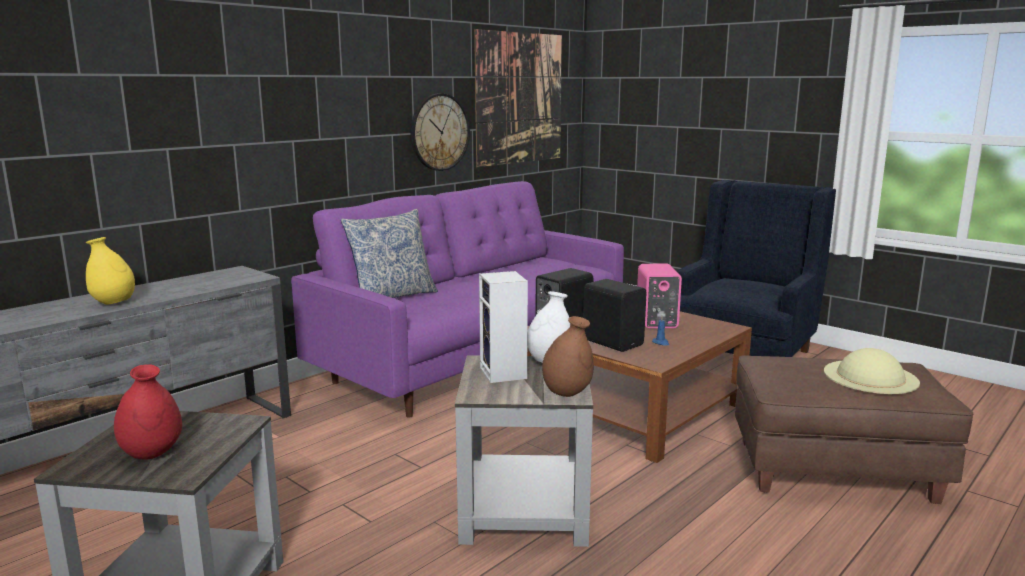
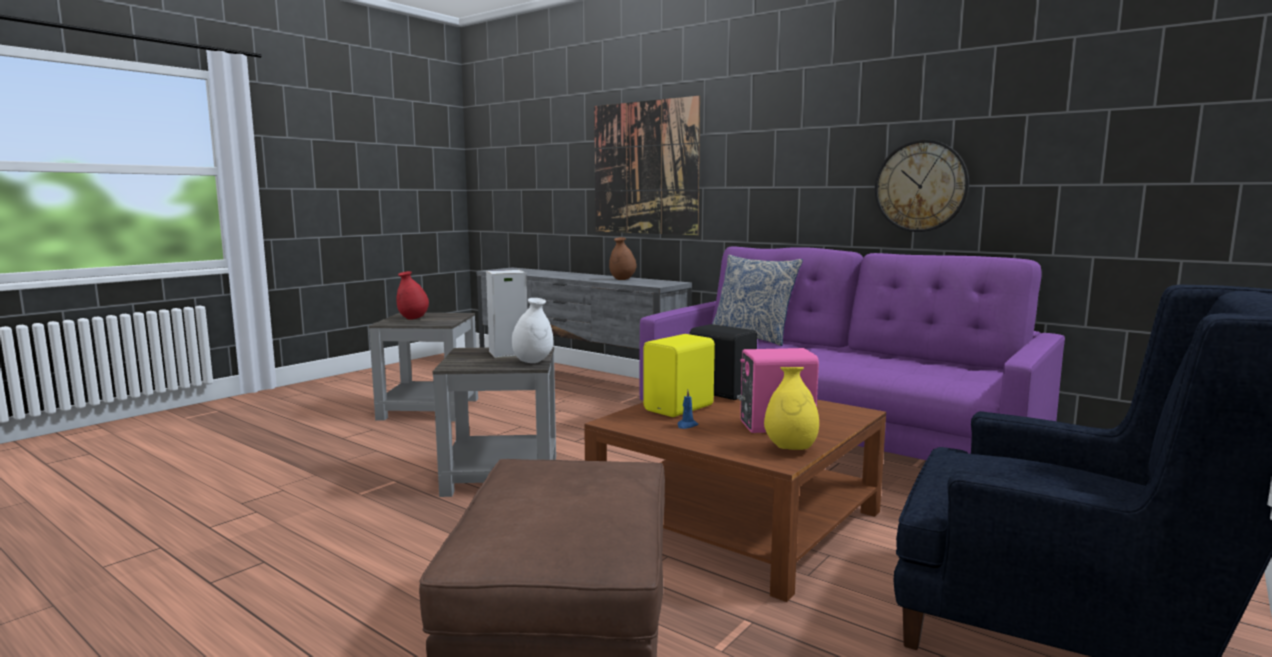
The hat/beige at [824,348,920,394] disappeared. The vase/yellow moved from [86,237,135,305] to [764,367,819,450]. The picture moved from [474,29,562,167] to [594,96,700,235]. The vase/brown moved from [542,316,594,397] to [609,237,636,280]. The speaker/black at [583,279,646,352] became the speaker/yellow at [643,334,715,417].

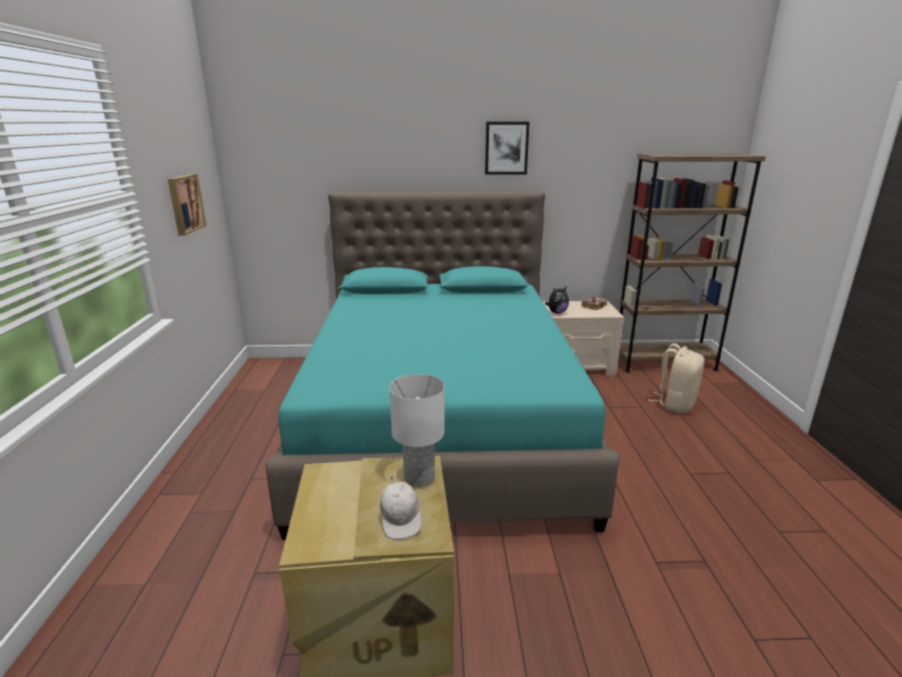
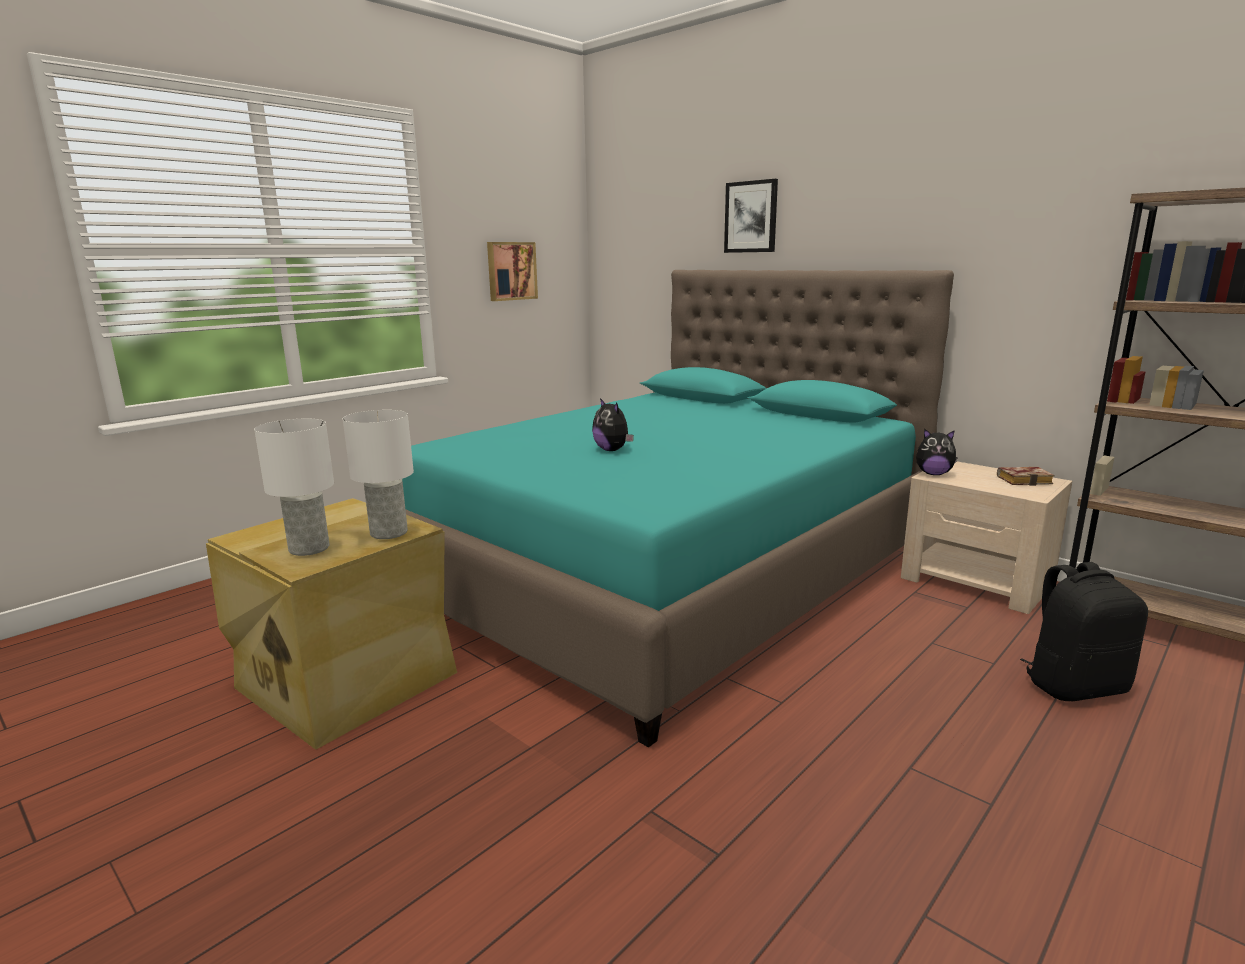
The plush toy at [592,398,634,451] appeared. The picture moved from [485,122,530,175] to [724,179,778,253]. The cap/white at [380,477,421,540] was replaced by the table lamp/white at [254,419,334,556]. The backpack/beige at [648,343,705,413] became the backpack/black at [1020,562,1148,701].

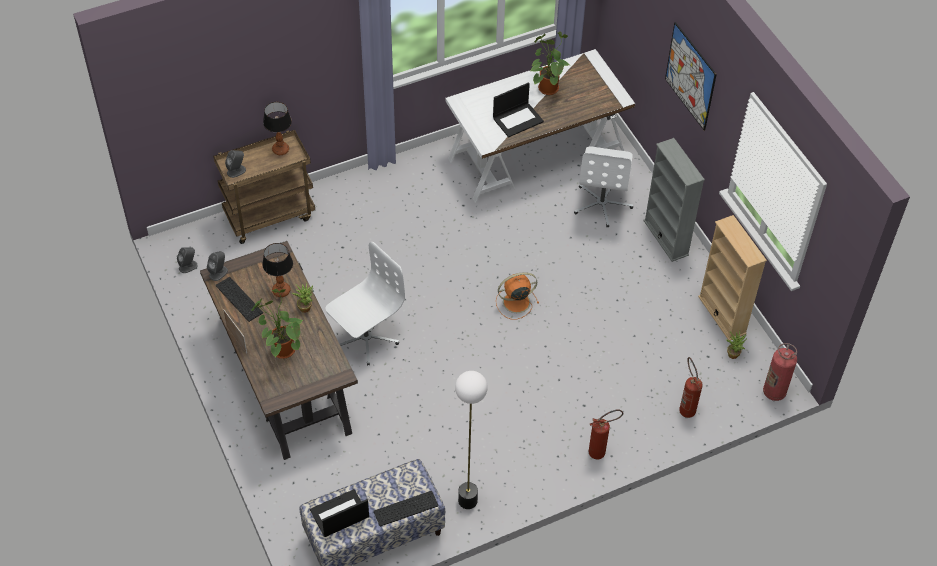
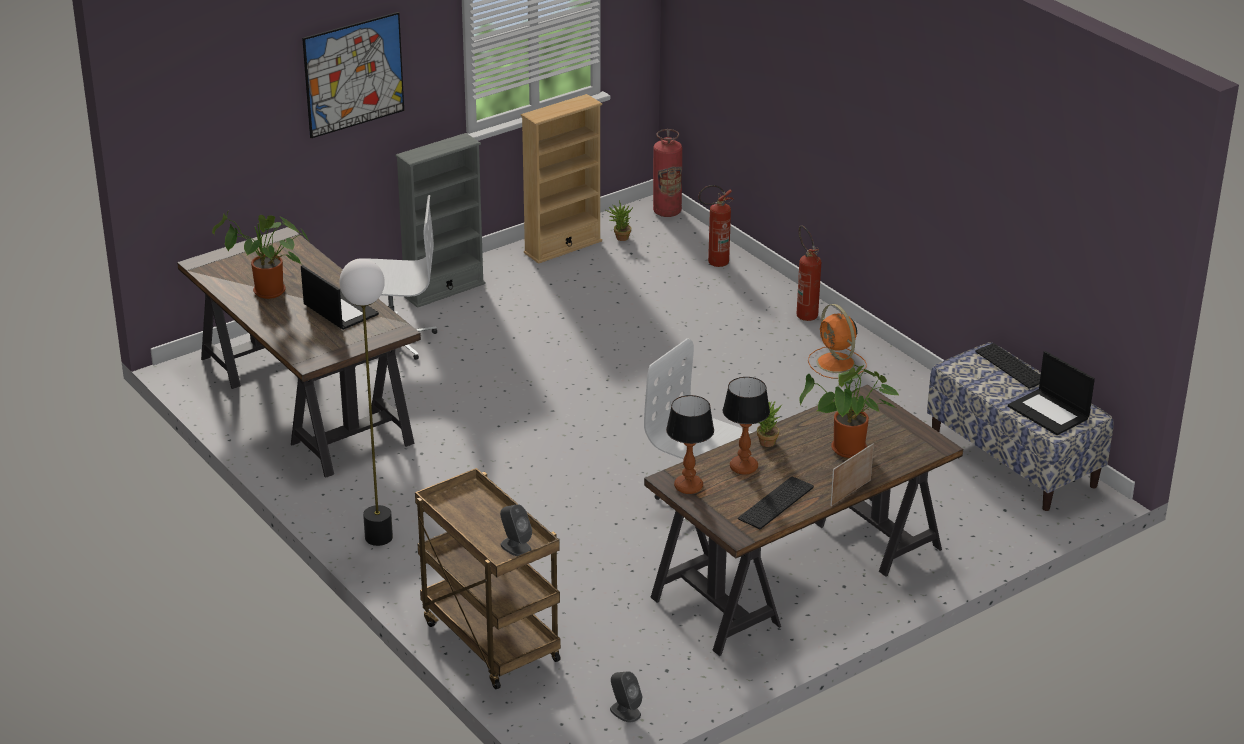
The speaker/grey at [207,251,228,281] disappeared. The table lamp moved from [263,102,292,155] to [666,395,714,494]. The floor lamp moved from [455,371,488,509] to [339,258,393,546]. The fan/orange moved from [496,272,539,320] to [808,304,867,379]. The desk/white at [445,49,635,203] became the desk/brown at [177,227,421,478].

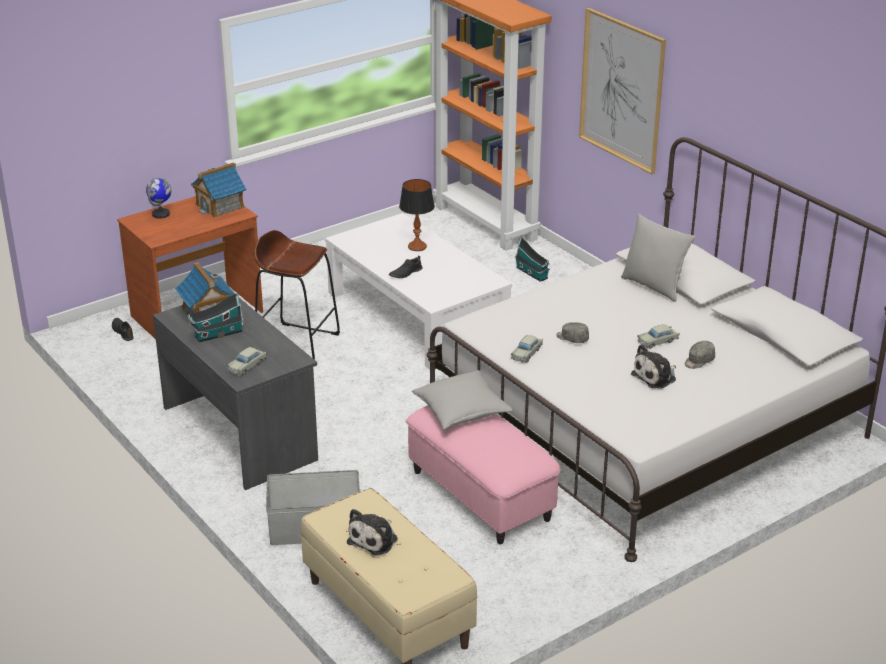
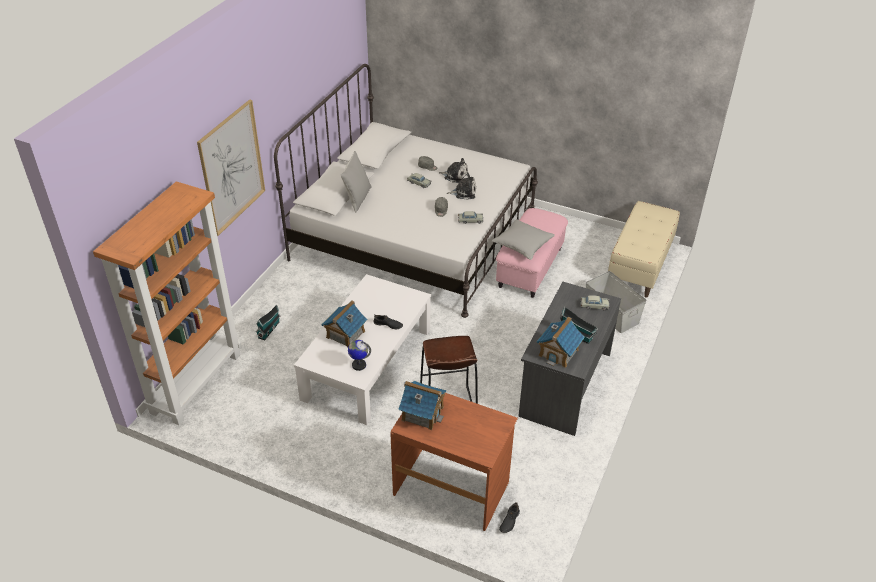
The globe moved from [146,178,171,219] to [348,340,371,371]. The plush toy moved from [347,509,398,556] to [447,173,476,200]. The table lamp at [399,179,435,251] was replaced by the toy house at [321,300,368,347].

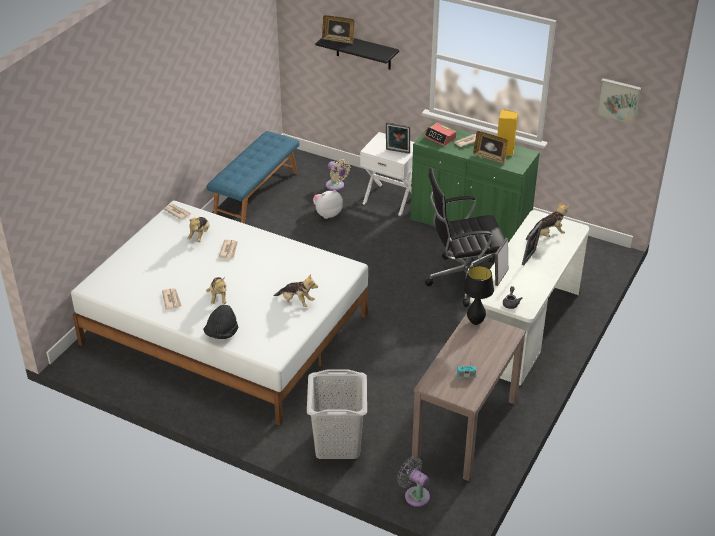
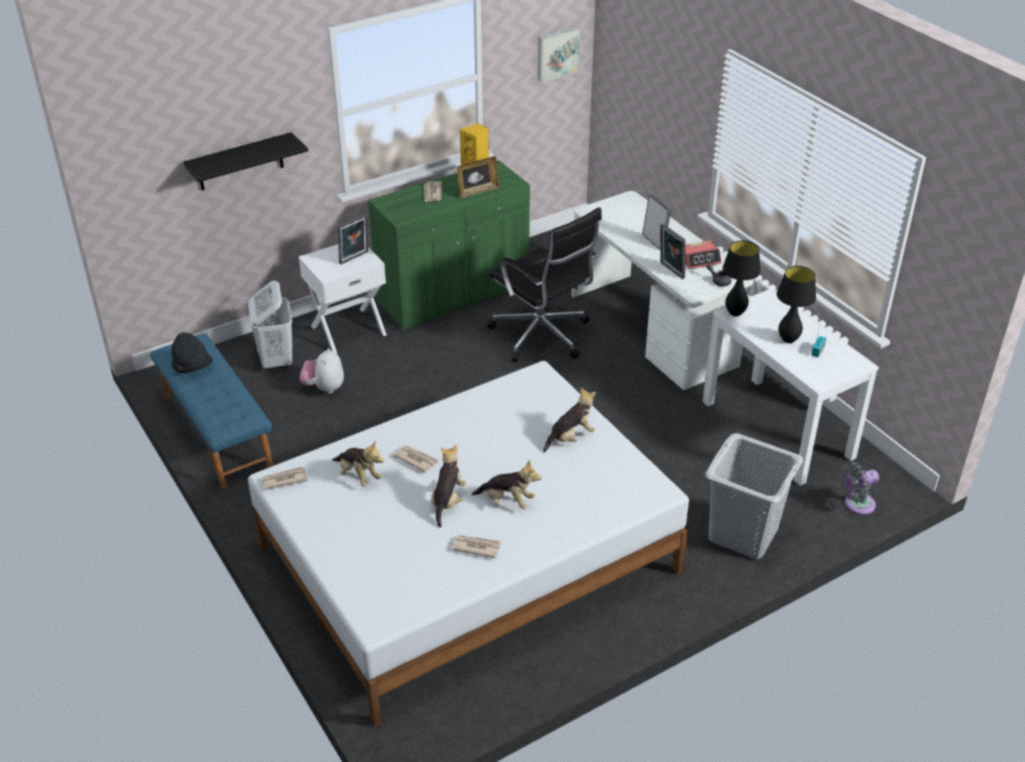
The picture frame at [322,15,354,44] disappeared. The table lamp/black at [777,266,816,343] appeared. The hat/black moved from [203,305,238,339] to [171,333,212,373]. The alarm clock moved from [424,123,456,146] to [685,240,721,269]. The plush toy moved from [526,202,569,240] to [431,444,466,528]. The fan/beige at [326,159,350,190] was replaced by the laundry basket/white at [248,280,293,370]. The console table/brown at [412,313,526,481] became the console table/white at [703,289,879,486]. The office chair/black at [425,168,505,307] turned 60 degrees counterclockwise.

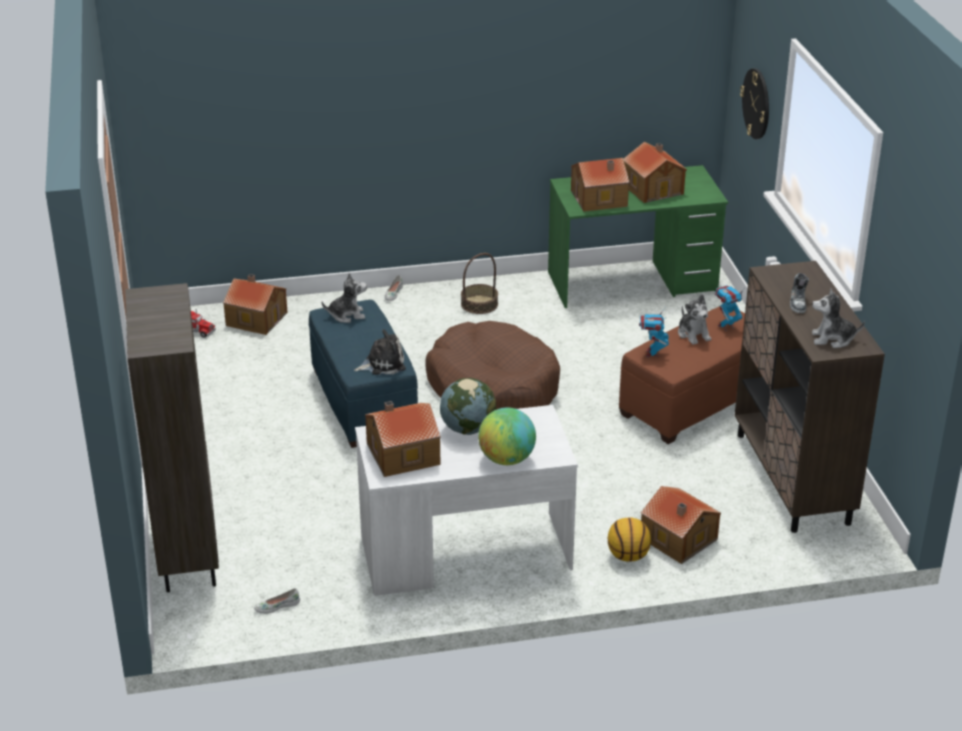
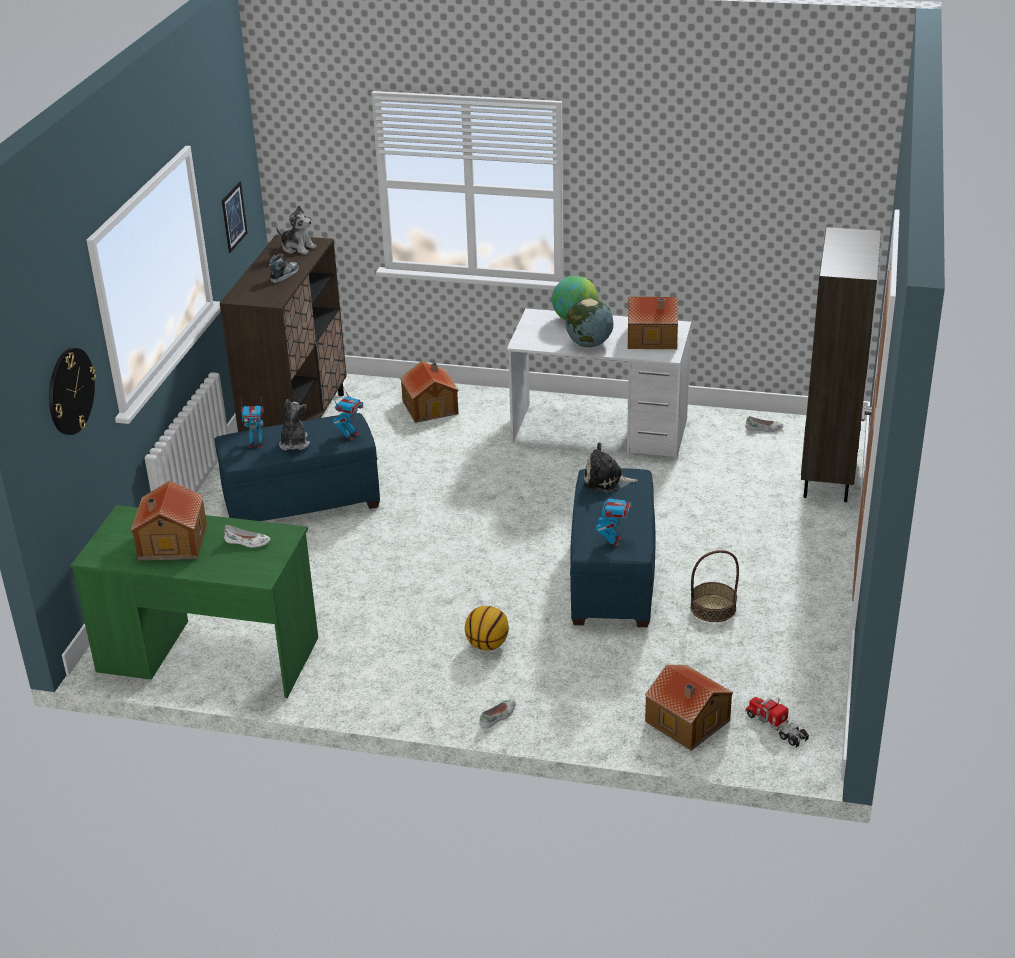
The dog bed/brown at [425,321,560,410] disappeared. The picture at [222,181,248,253] appeared. The basket moved from [461,253,498,314] to [690,550,739,622]. The basketball moved from [608,518,651,562] to [465,606,509,650]. The plush toy at [322,272,367,323] was replaced by the toy robot at [596,489,632,547]. The toy house at [571,158,629,212] was replaced by the shoe/white at [224,525,270,547]. The ottoman/brown at [619,306,745,444] became the ottoman/blue at [214,413,380,521].

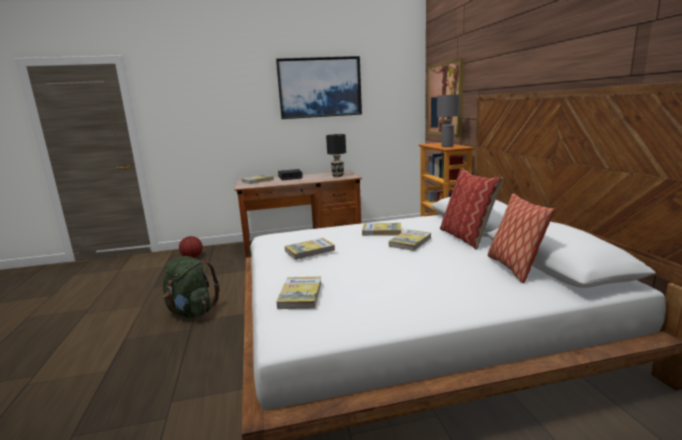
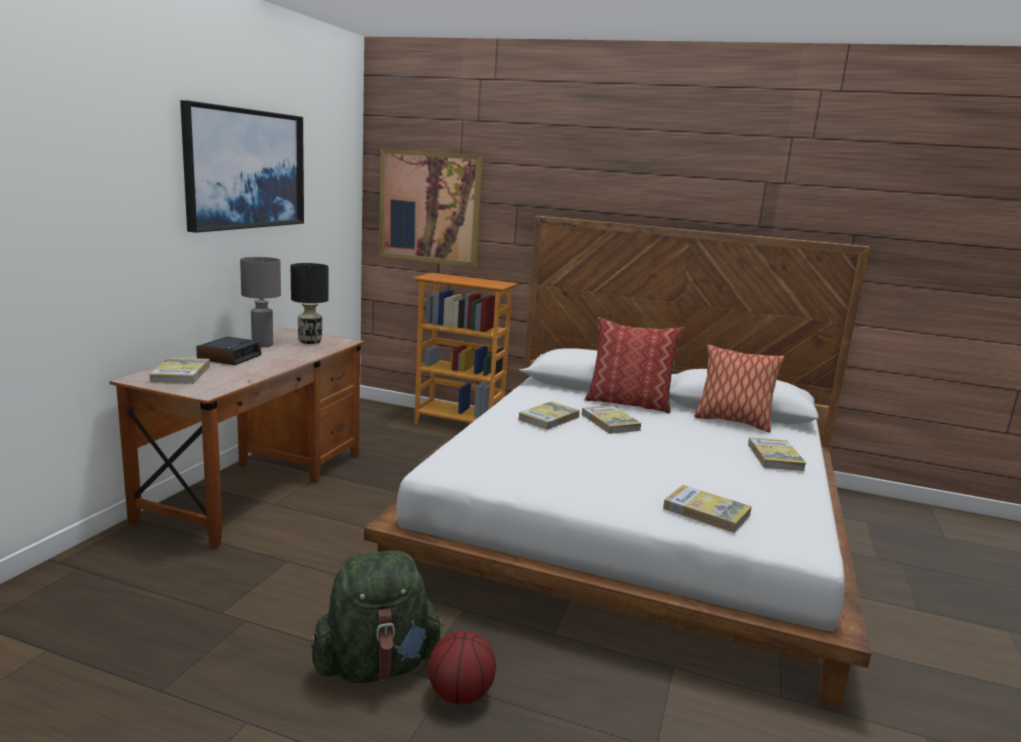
The basketball moved from [179,236,203,258] to [428,631,496,704]. The book moved from [285,238,335,260] to [748,437,806,471]. The table lamp/grey moved from [437,94,460,147] to [240,257,281,347].

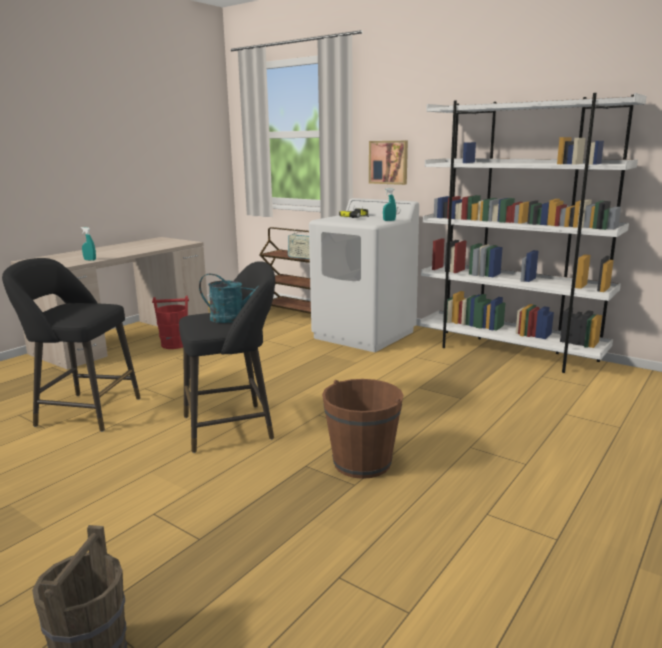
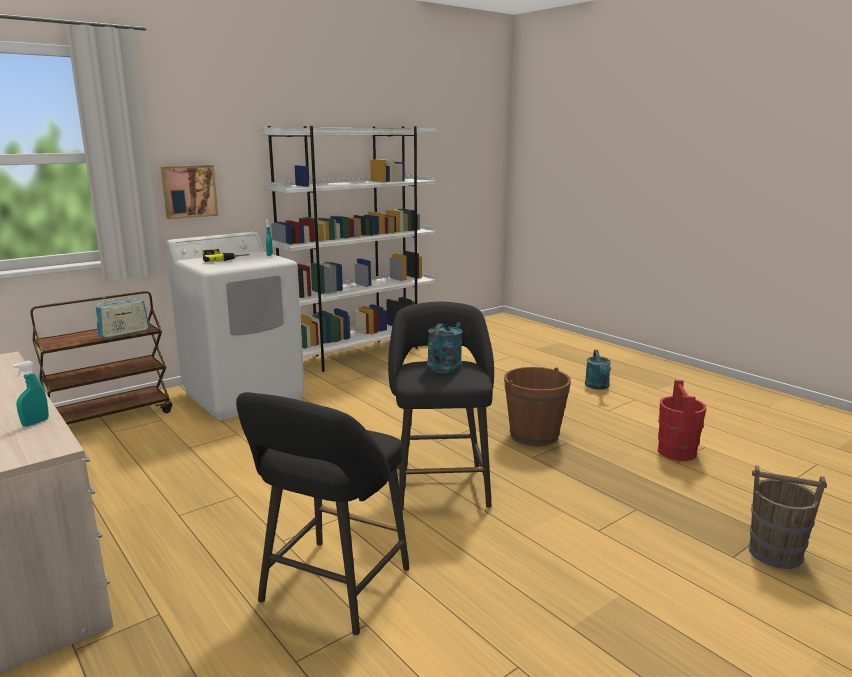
The watering can/turquoise at [585,350,611,390] appeared. The bucket/red moved from [152,296,189,349] to [658,380,706,461].

